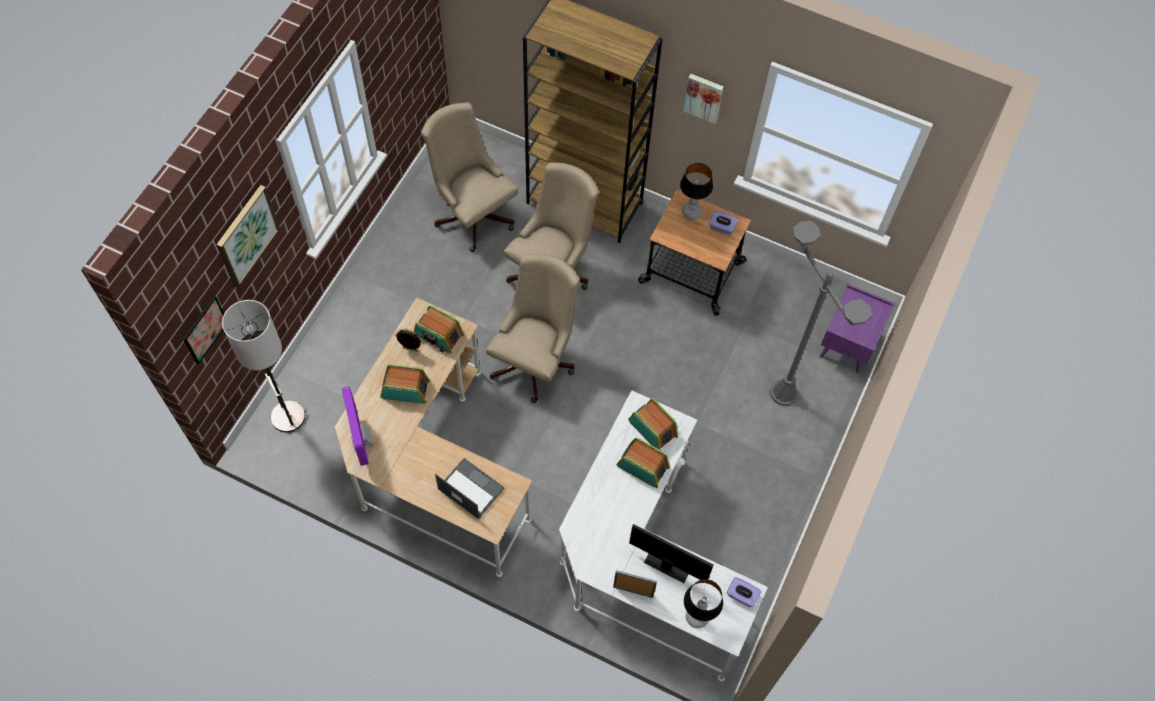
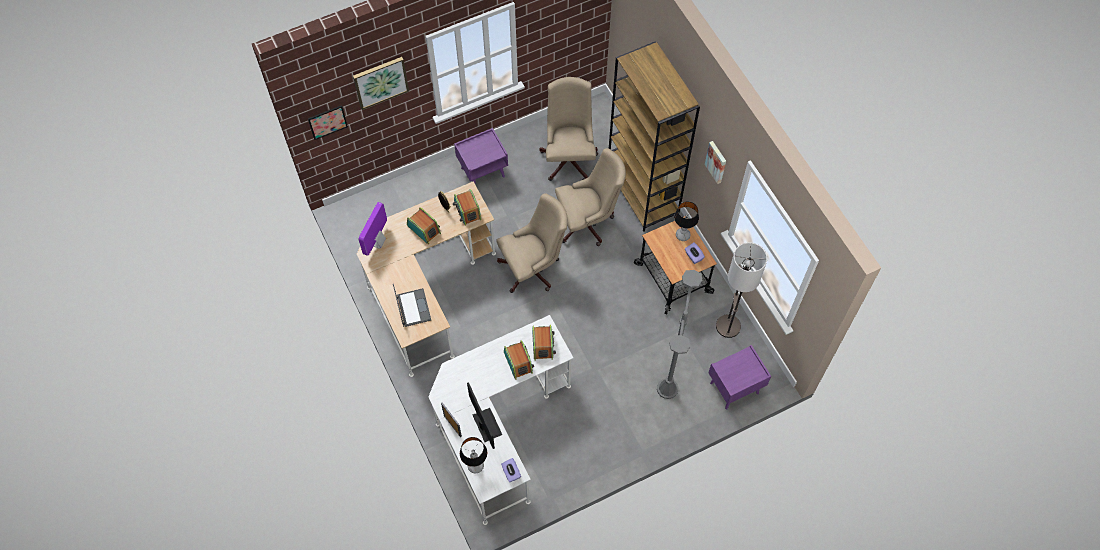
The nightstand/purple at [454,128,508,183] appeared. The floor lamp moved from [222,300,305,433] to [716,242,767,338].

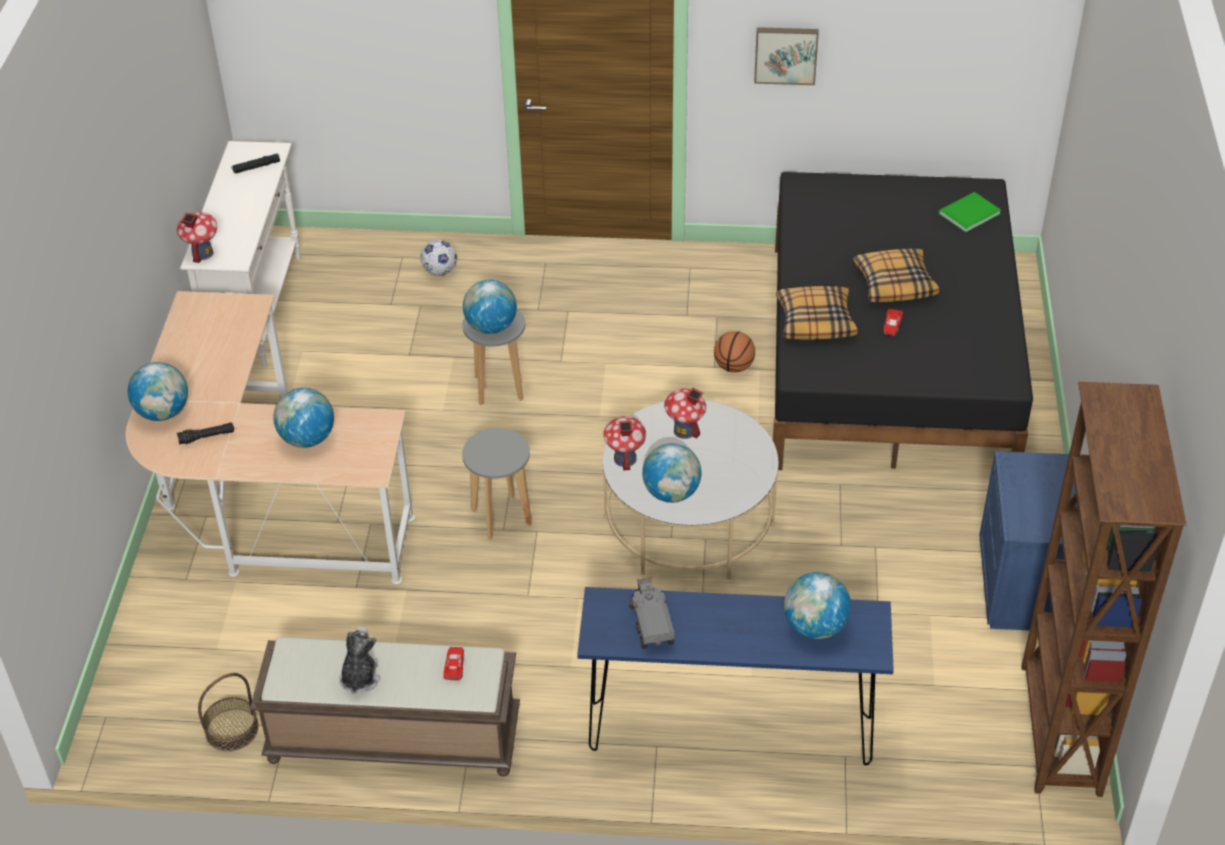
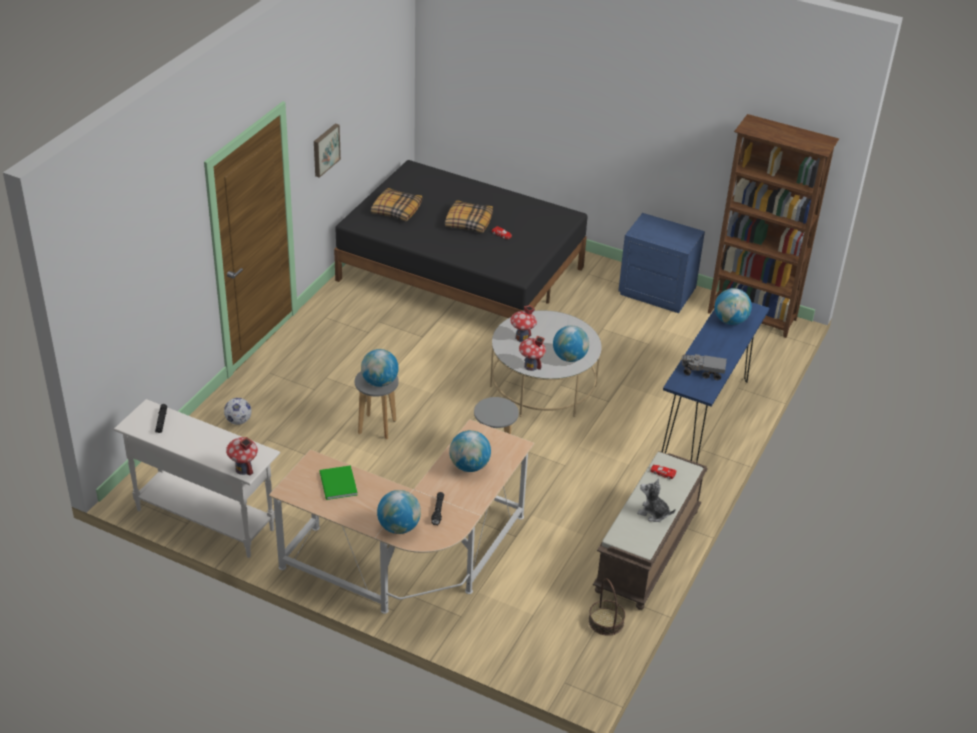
The basketball at [714,331,755,373] disappeared. The pillow moved from [776,286,858,340] to [371,188,422,221]. The book/green moved from [939,192,1001,232] to [320,465,358,500].

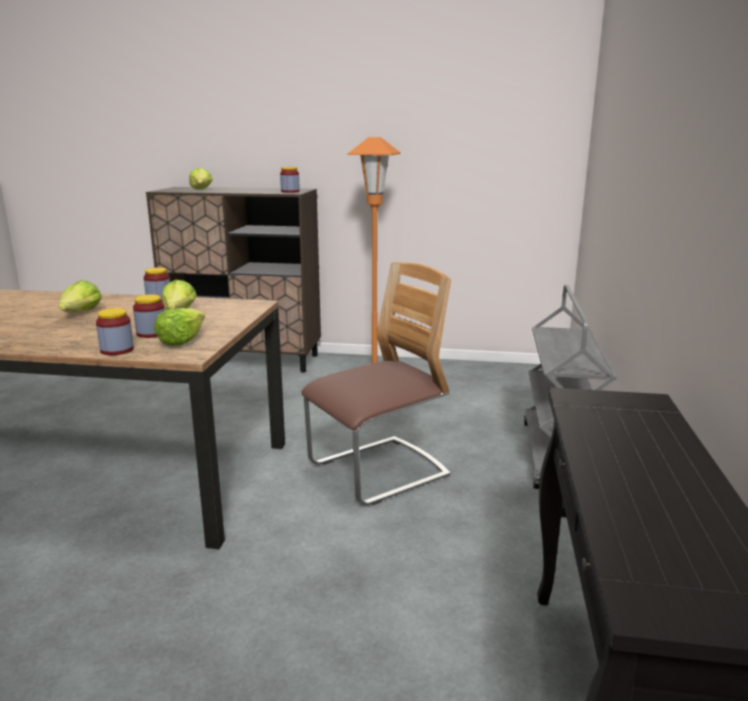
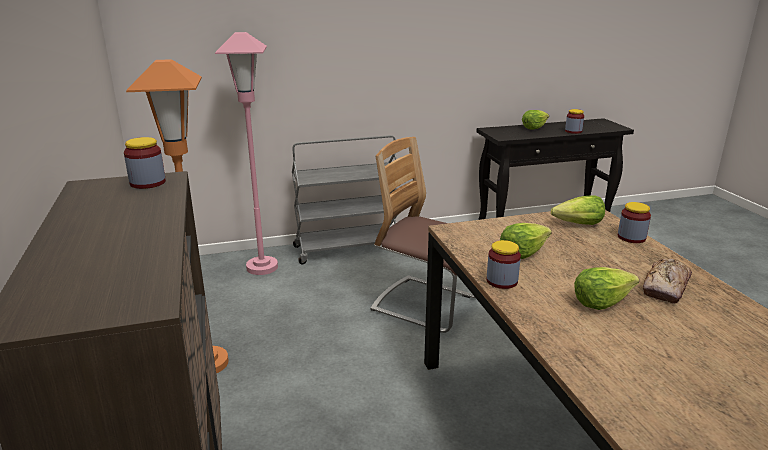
The floor lamp/pink at [215,32,278,275] appeared. The bread at [643,259,692,304] appeared. The jar moved from [133,295,165,338] to [565,109,584,134]. The lettuce moved from [189,168,213,190] to [522,110,549,130].

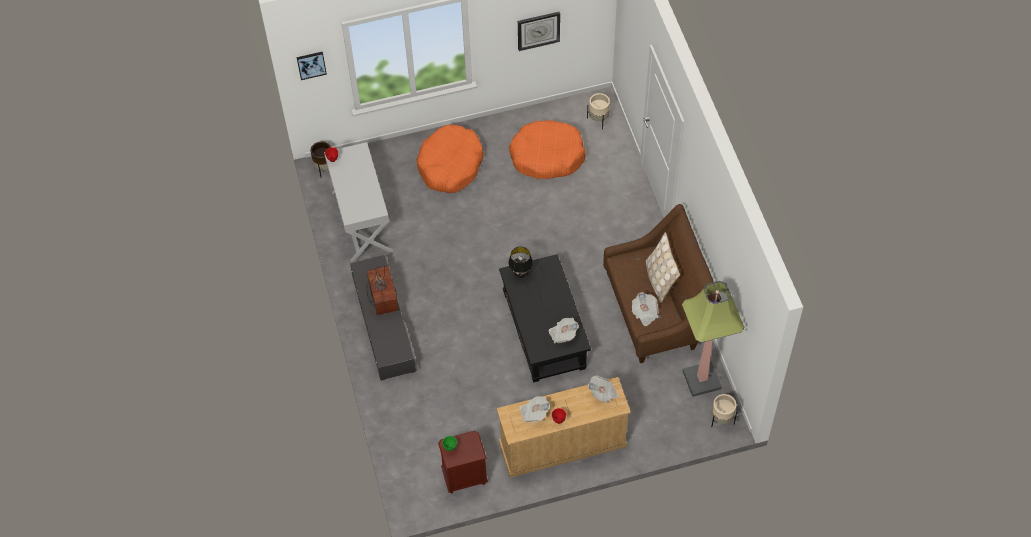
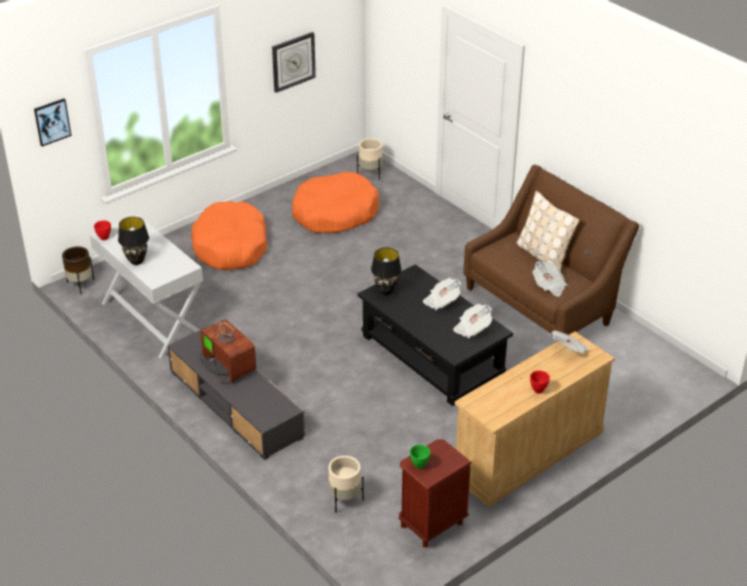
The floor lamp at [682,281,744,397] disappeared. The table lamp/black at [118,217,149,265] appeared. The newspaper moved from [519,396,550,422] to [423,278,461,310]. The planter/beige moved from [711,394,737,427] to [328,456,364,513].

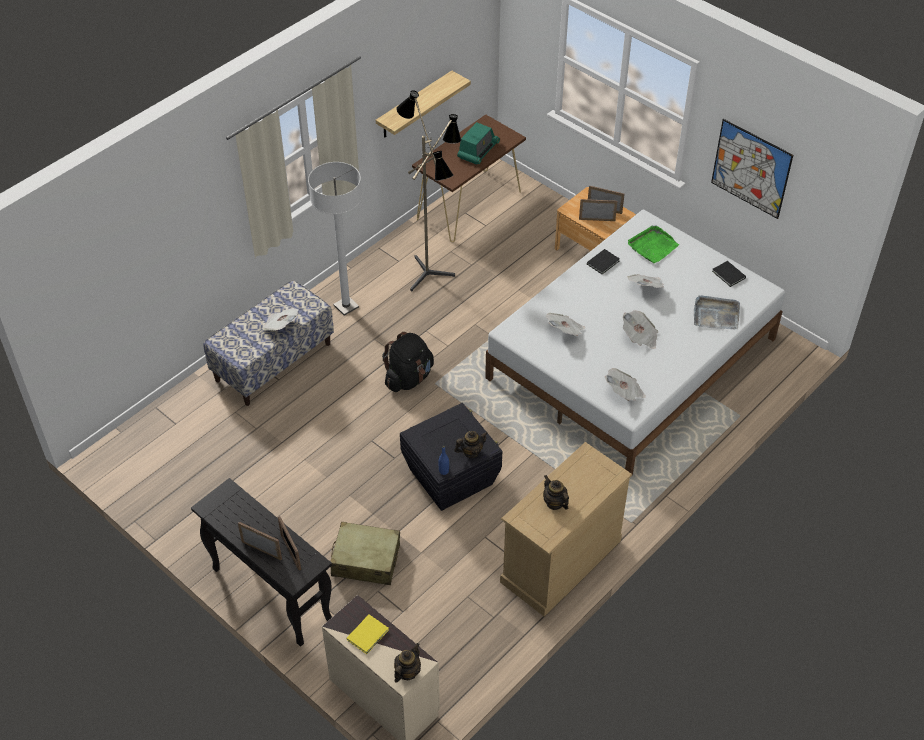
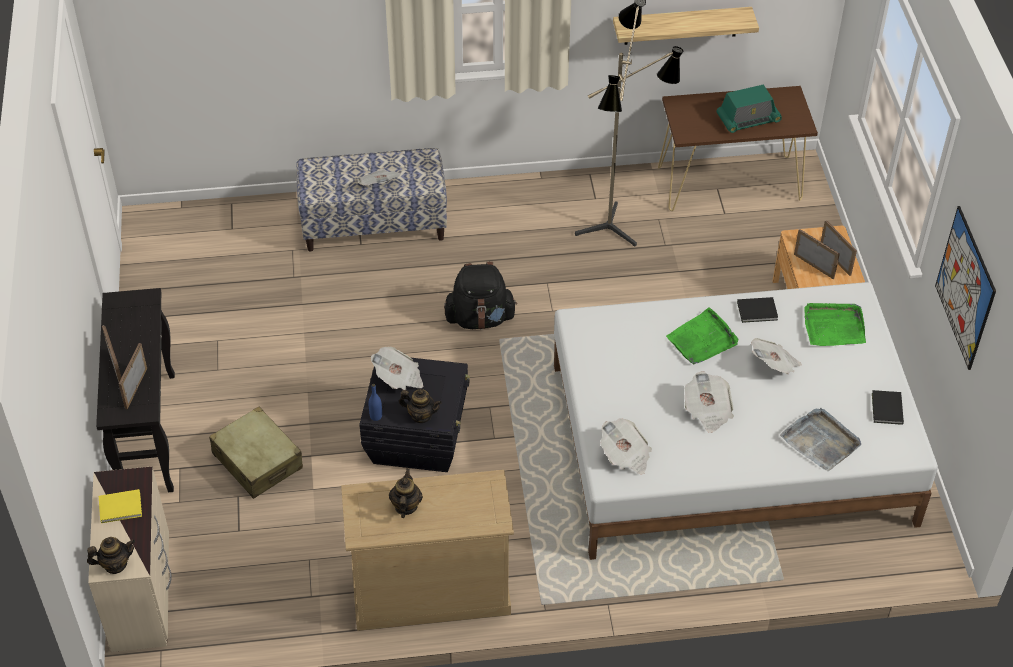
The floor lamp/white at [308,162,362,316] disappeared. The tray/green at [666,307,738,364] appeared. The newspaper moved from [546,313,585,336] to [371,346,423,390].

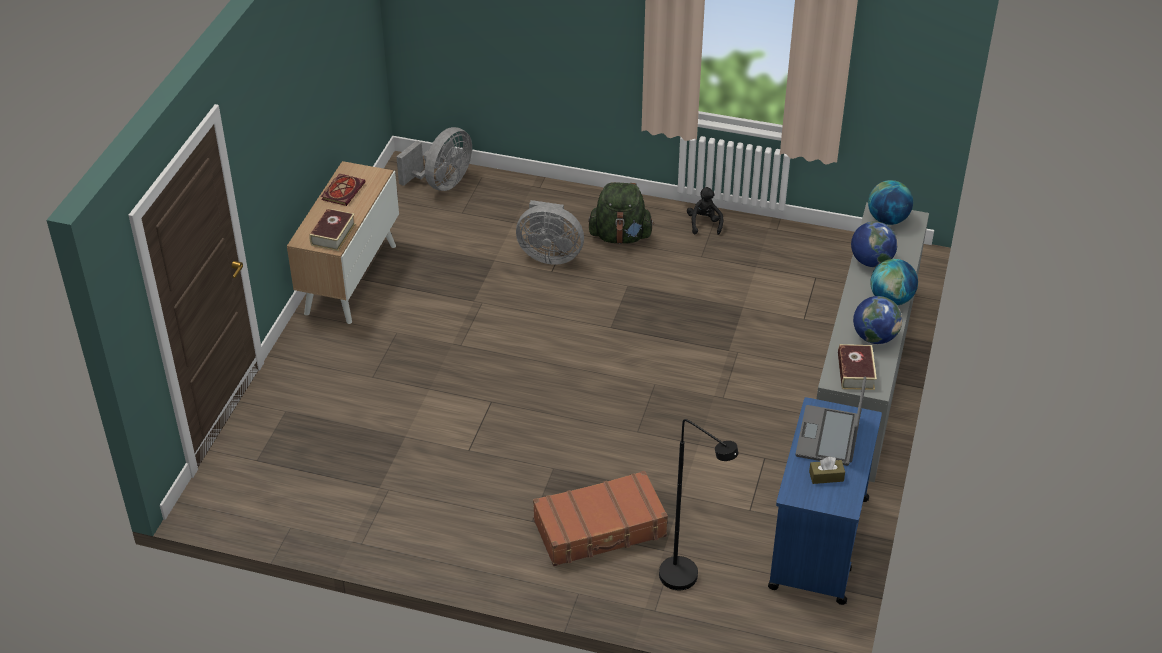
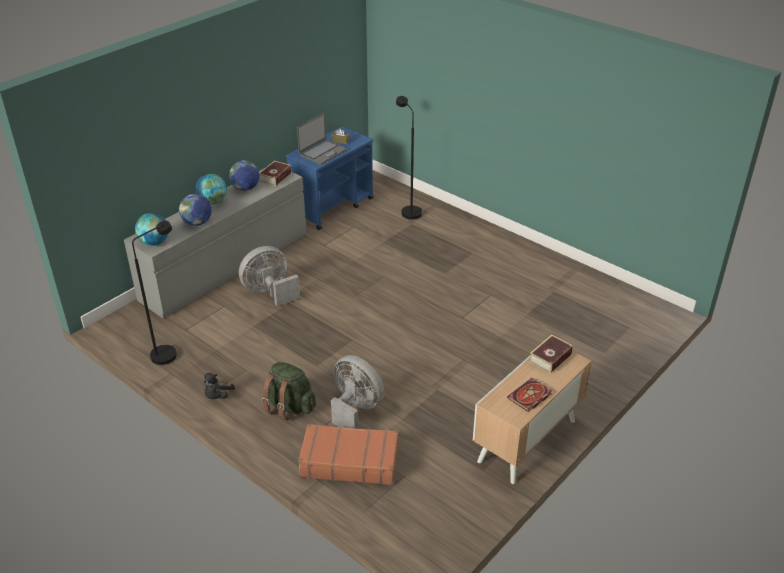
The floor lamp/black at [132,221,177,365] appeared. The fan/grey moved from [396,127,472,191] to [239,246,300,306]. The suitcase/brown moved from [533,471,668,566] to [298,424,398,485].

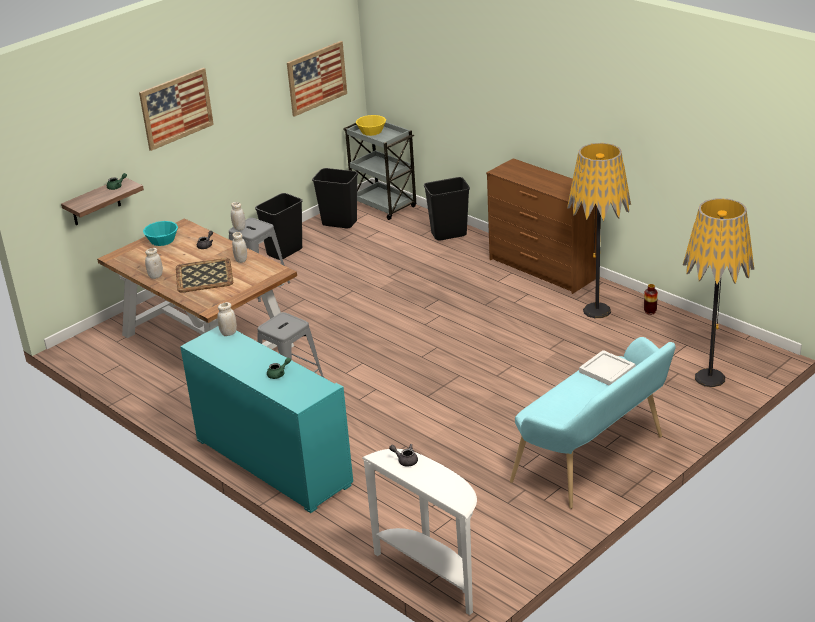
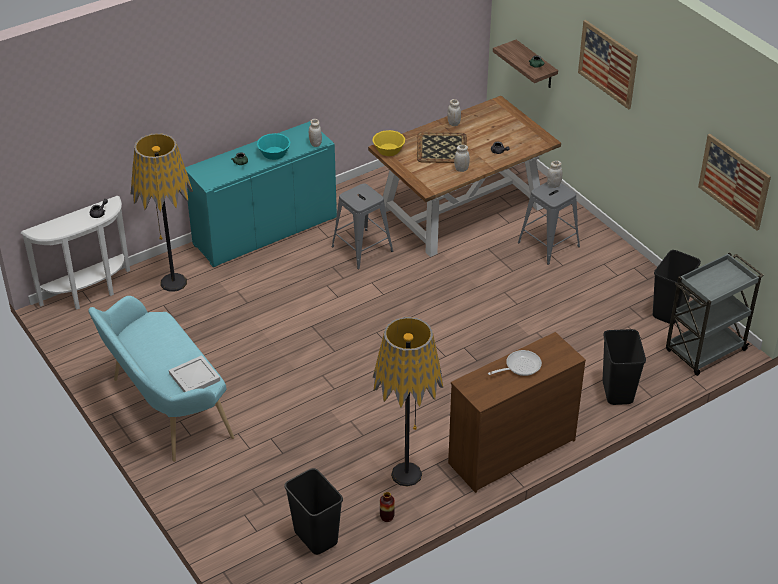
The frying pan at [488,350,542,376] appeared. The bowl/turquoise moved from [143,221,178,246] to [257,133,290,160]. The trash can/black moved from [255,193,302,260] to [284,468,343,555]. The bowl/yellow moved from [356,115,386,136] to [372,130,405,156]. The floor lamp moved from [683,198,754,387] to [130,133,193,292].

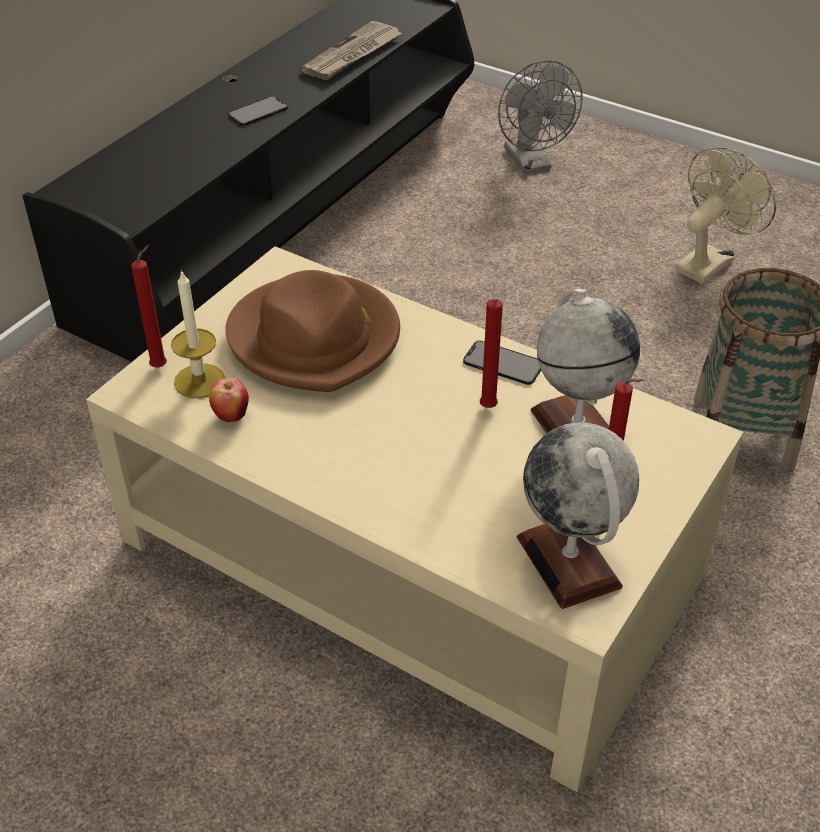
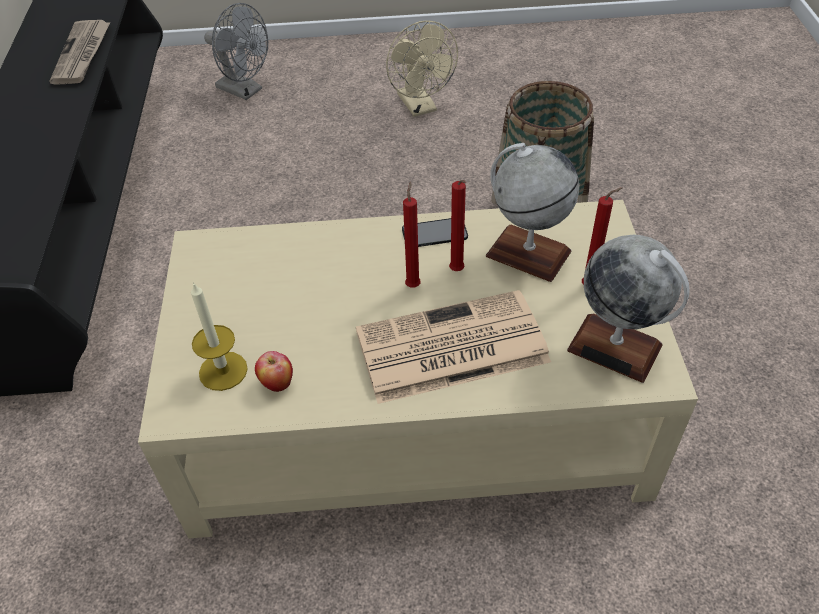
The hat/brown at [226,270,400,392] disappeared. The phone at [228,96,288,126] disappeared. The newspaper at [356,290,551,404] appeared. The candle/red moved from [131,245,167,367] to [403,181,421,288]. The fan/beige at [675,147,776,284] turned 150 degrees clockwise.

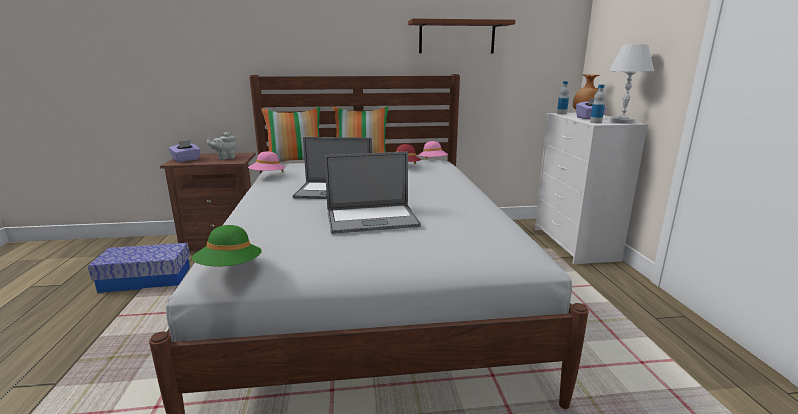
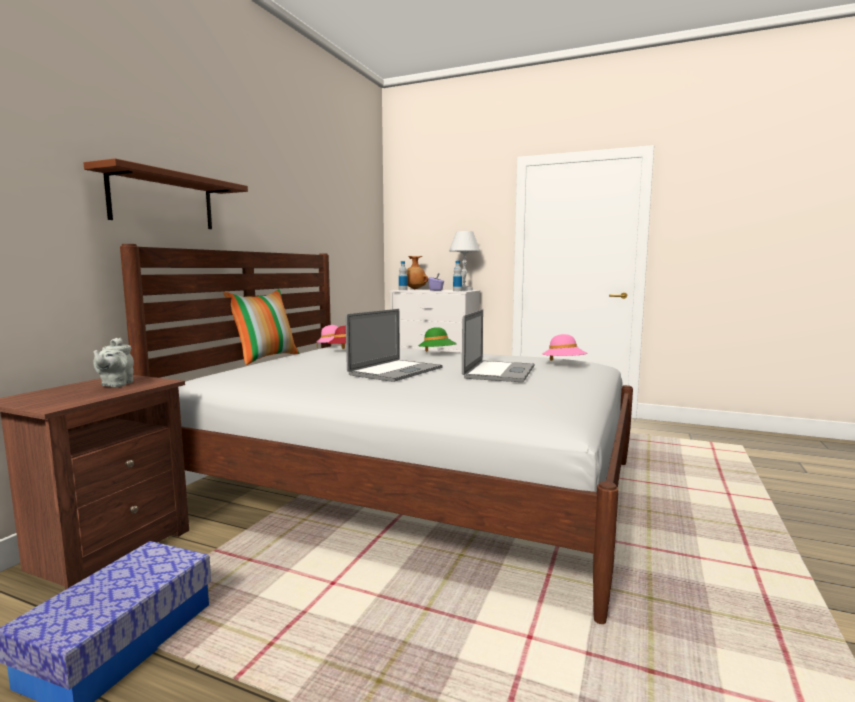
The tissue box/purple at [169,140,201,162] disappeared. The pillow at [261,107,320,162] disappeared. The hat/green moved from [192,225,262,266] to [418,327,457,352]. The hat/pink moved from [248,151,286,173] to [542,334,587,361]. The shelf/brown moved from [408,18,515,53] to [83,158,248,229].

